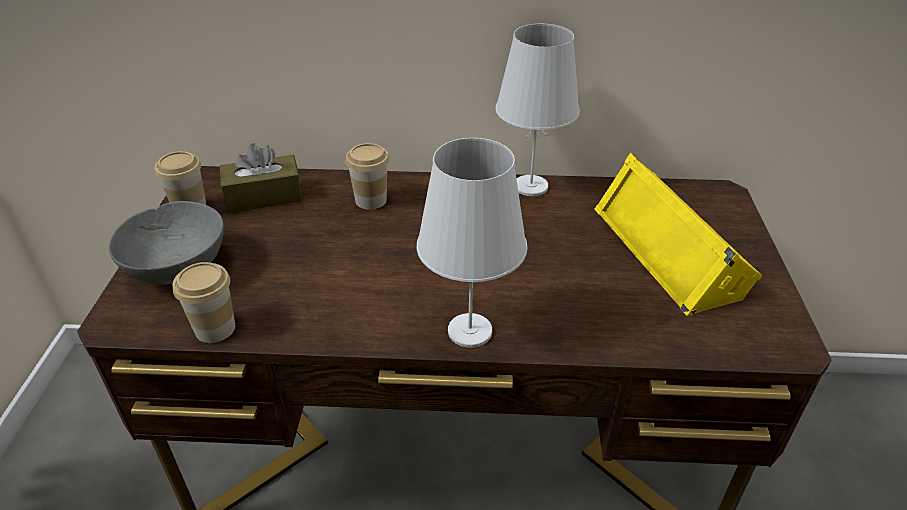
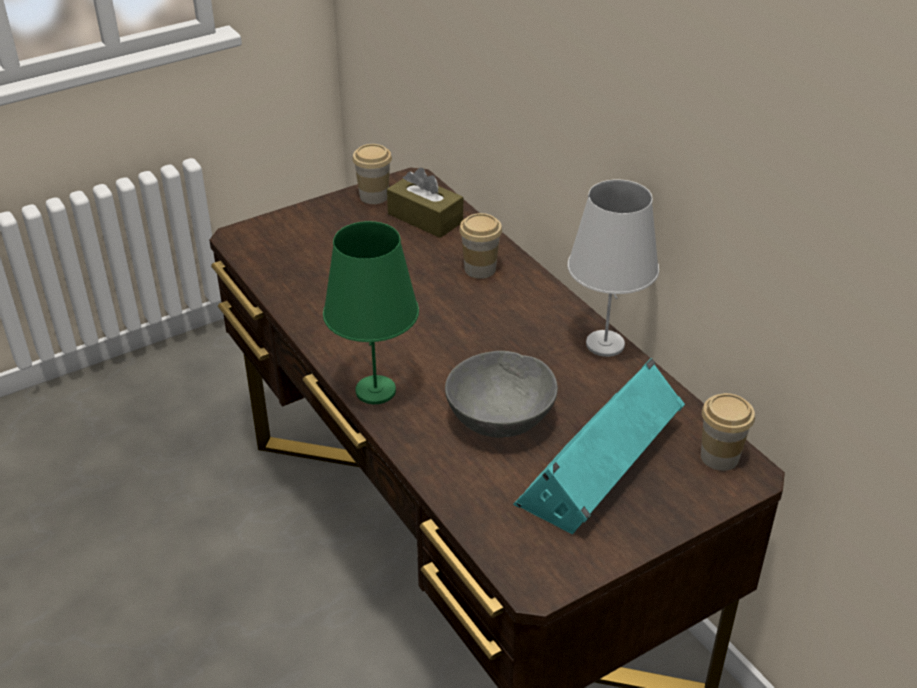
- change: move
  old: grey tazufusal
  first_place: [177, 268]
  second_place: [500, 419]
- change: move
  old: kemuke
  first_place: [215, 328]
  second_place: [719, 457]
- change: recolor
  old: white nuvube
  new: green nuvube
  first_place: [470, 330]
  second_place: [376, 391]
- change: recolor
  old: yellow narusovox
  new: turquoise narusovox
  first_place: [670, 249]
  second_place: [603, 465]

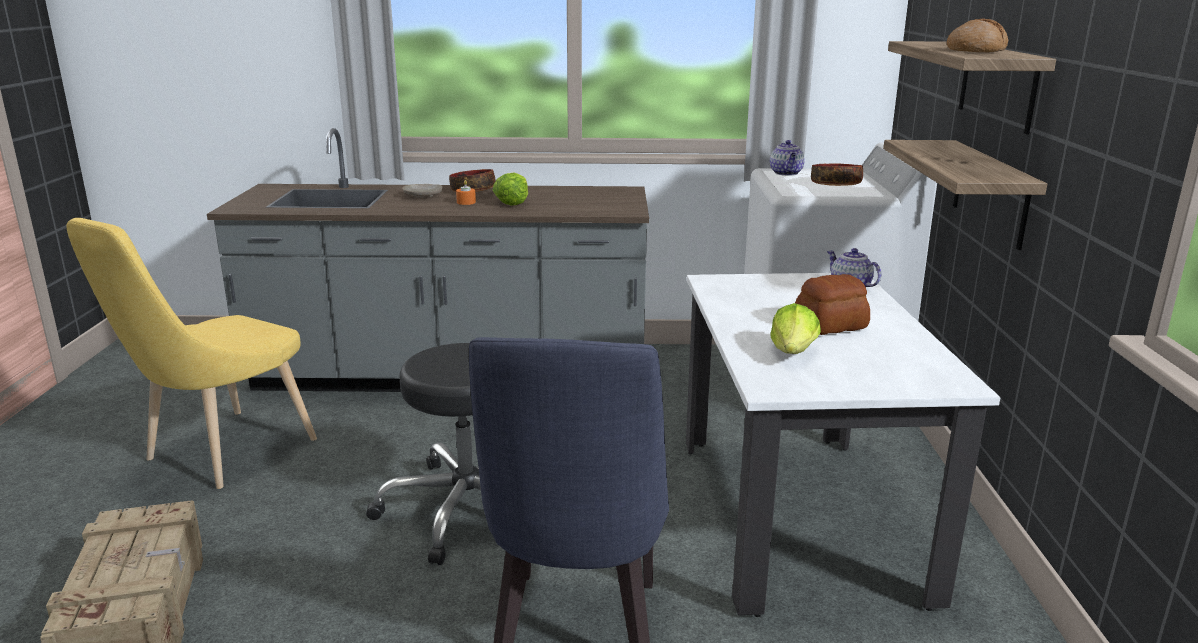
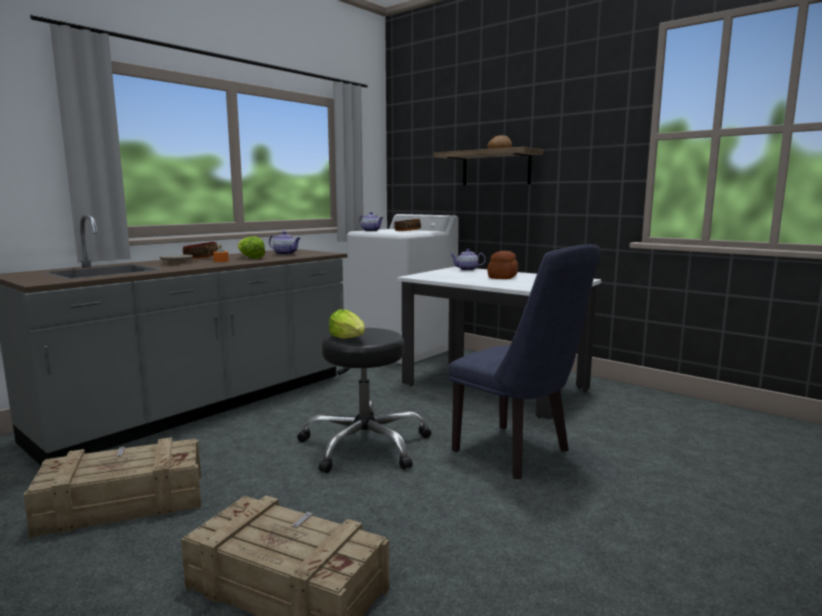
- change: delete
  old: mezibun
  first_place: [990, 193]
- change: insert
  new: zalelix
  second_place: [285, 254]
- change: move
  old: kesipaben
  first_place: [793, 352]
  second_place: [348, 338]
- change: replace
  old: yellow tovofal
  new: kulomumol
  first_place: [221, 454]
  second_place: [122, 503]

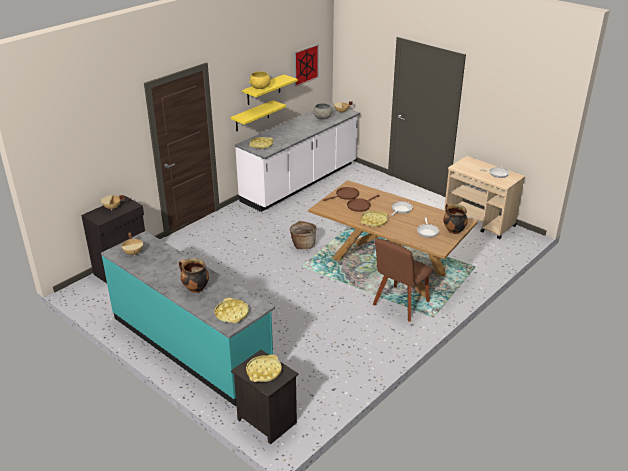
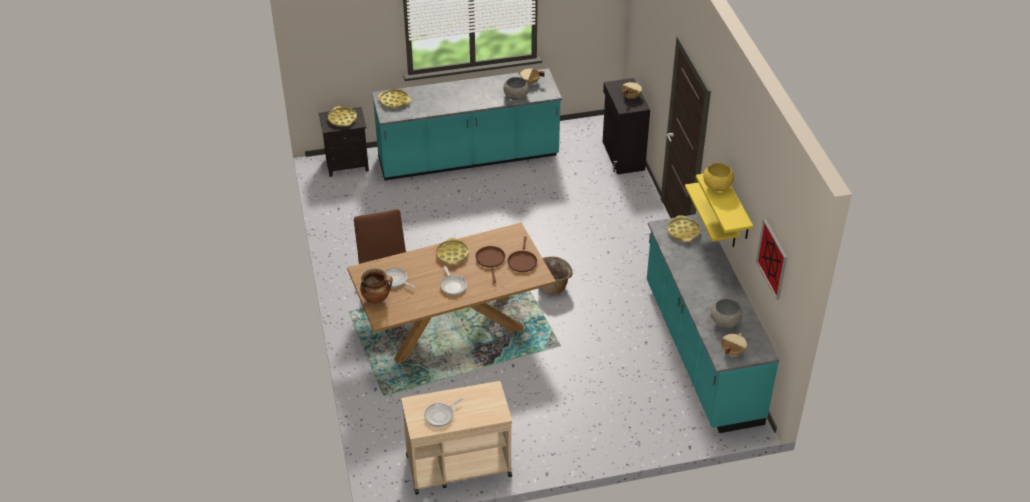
- change: delete
  old: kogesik
  first_place: [195, 288]
- change: insert
  new: grey tazufusal
  second_place: [516, 96]
- change: recolor
  old: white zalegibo
  new: turquoise zalegibo
  first_place: [300, 182]
  second_place: [700, 352]

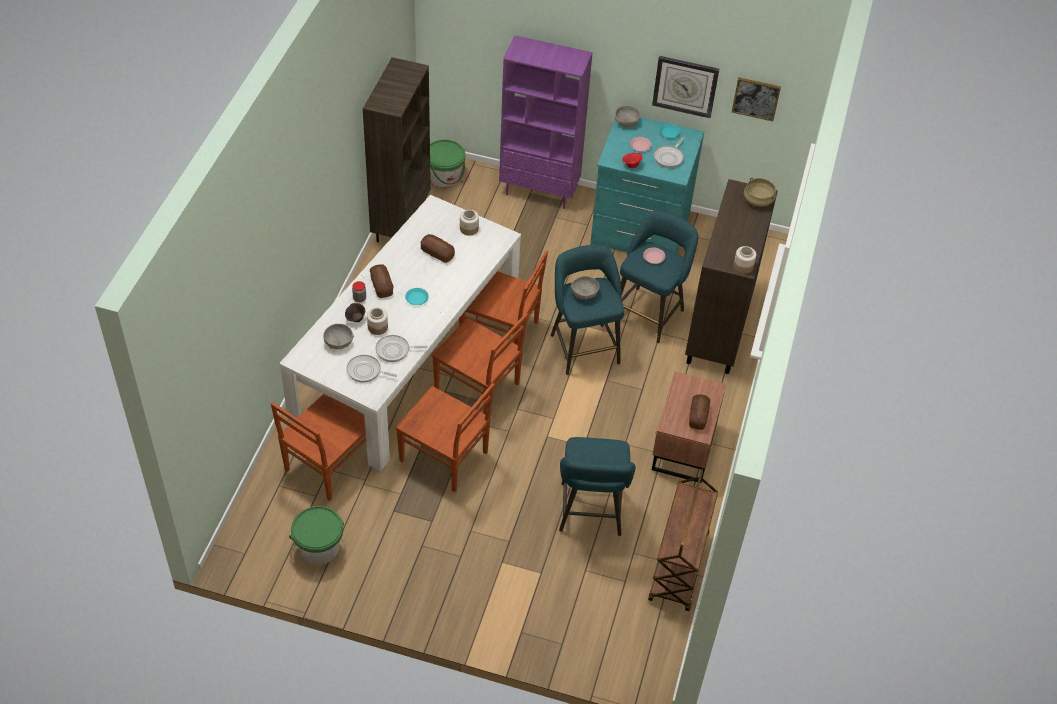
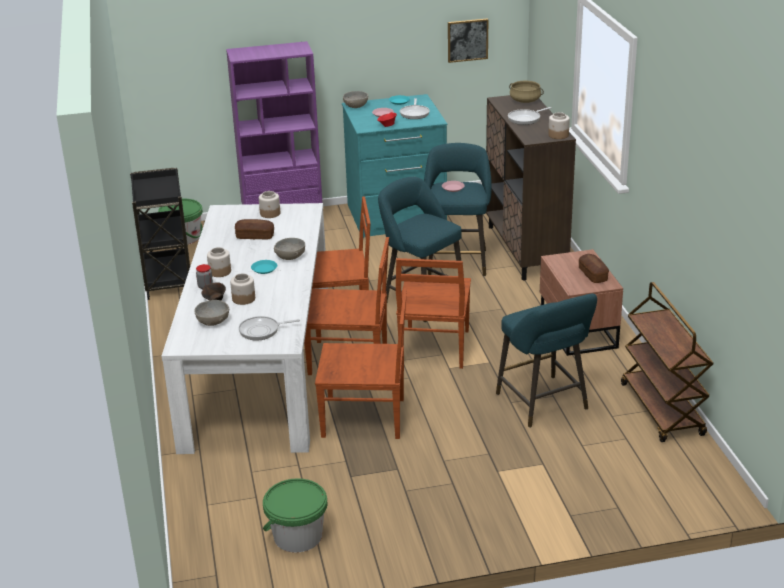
- change: delete
  old: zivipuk
  first_place: [685, 86]
- change: move
  old: brown tovofal
  first_place: [327, 465]
  second_place: [434, 349]
- change: move
  old: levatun
  first_place: [395, 350]
  second_place: [526, 119]
- change: move
  old: grey tazufusal
  first_place: [584, 293]
  second_place: [290, 256]
- change: replace
  old: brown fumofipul
  new: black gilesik
  first_place: [400, 223]
  second_place: [168, 278]
- change: replace
  old: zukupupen
  new: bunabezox
  first_place: [381, 286]
  second_place: [220, 272]

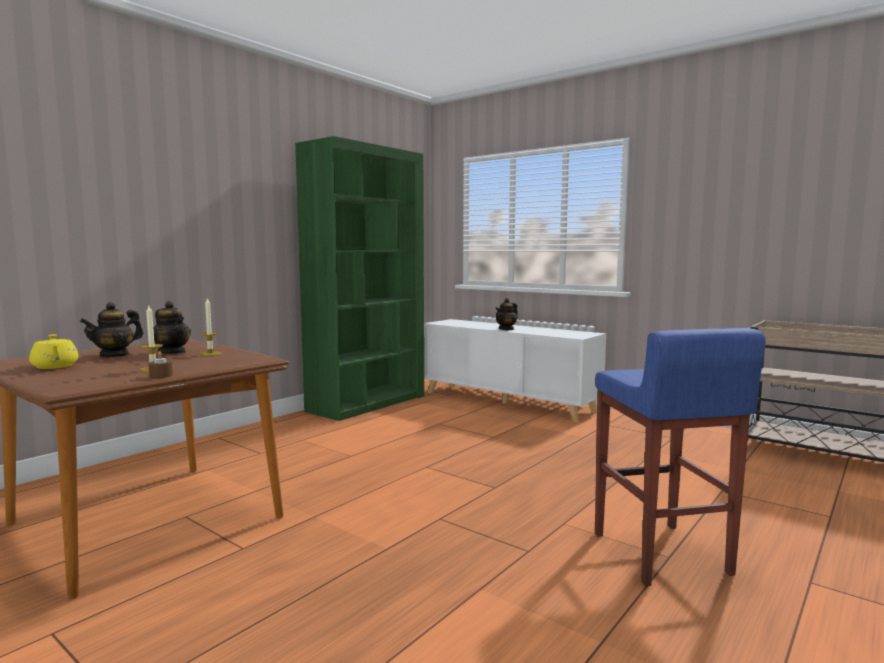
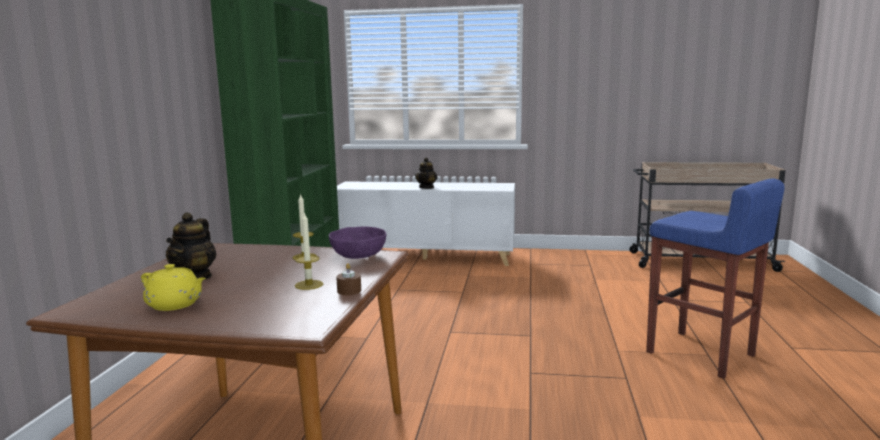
- change: delete
  old: zalelix
  first_place: [172, 352]
- change: insert
  new: purple tazufusal
  second_place: [358, 255]

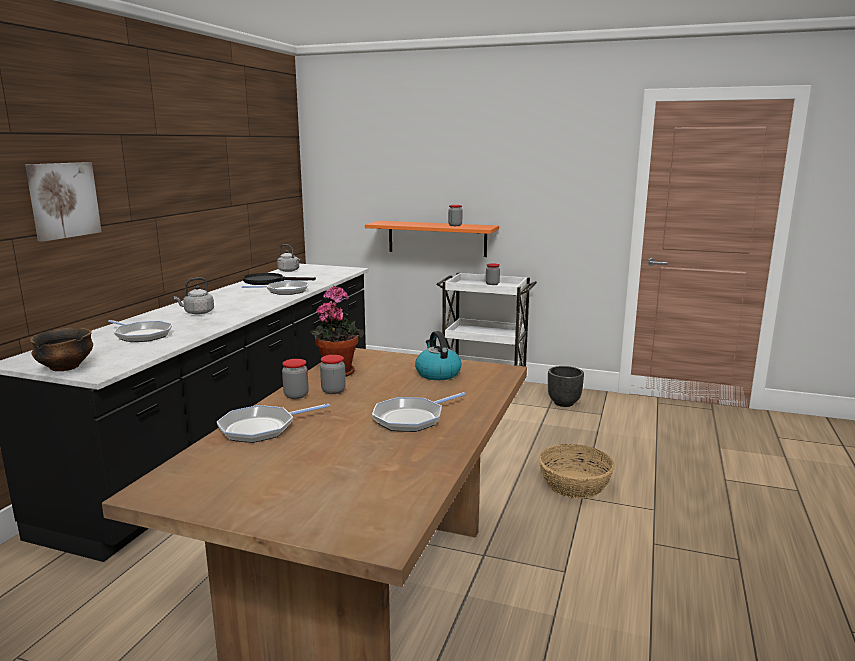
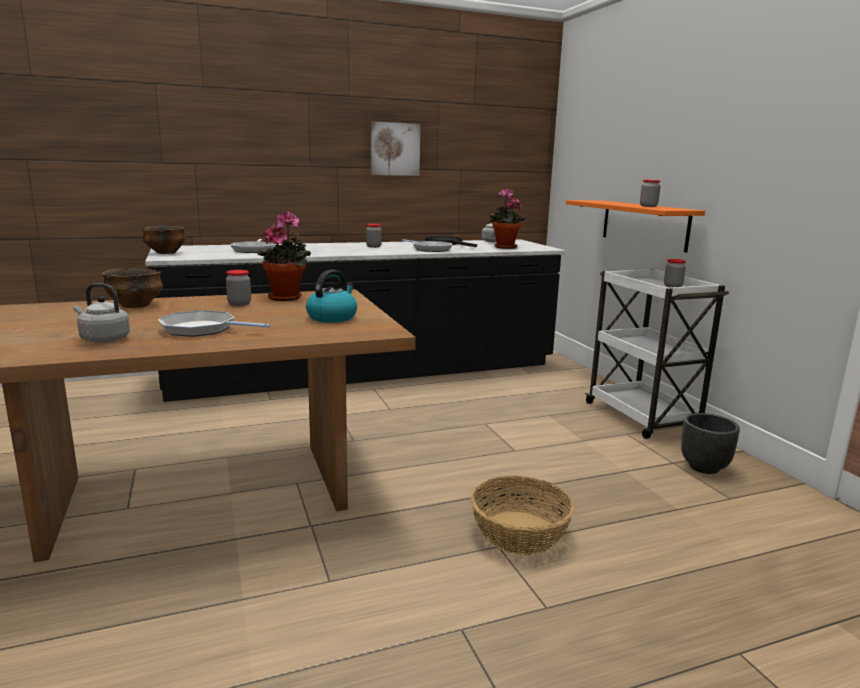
- change: insert
  new: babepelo
  second_place: [504, 247]
- change: move
  old: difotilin
  first_place: [63, 200]
  second_place: [394, 149]
- change: move
  old: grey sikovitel
  first_place: [197, 313]
  second_place: [103, 339]
- change: move
  old: bunabezox
  first_place: [296, 395]
  second_place: [373, 246]
- change: replace
  old: levatun
  new: tazufusal
  first_place: [261, 428]
  second_place: [135, 305]

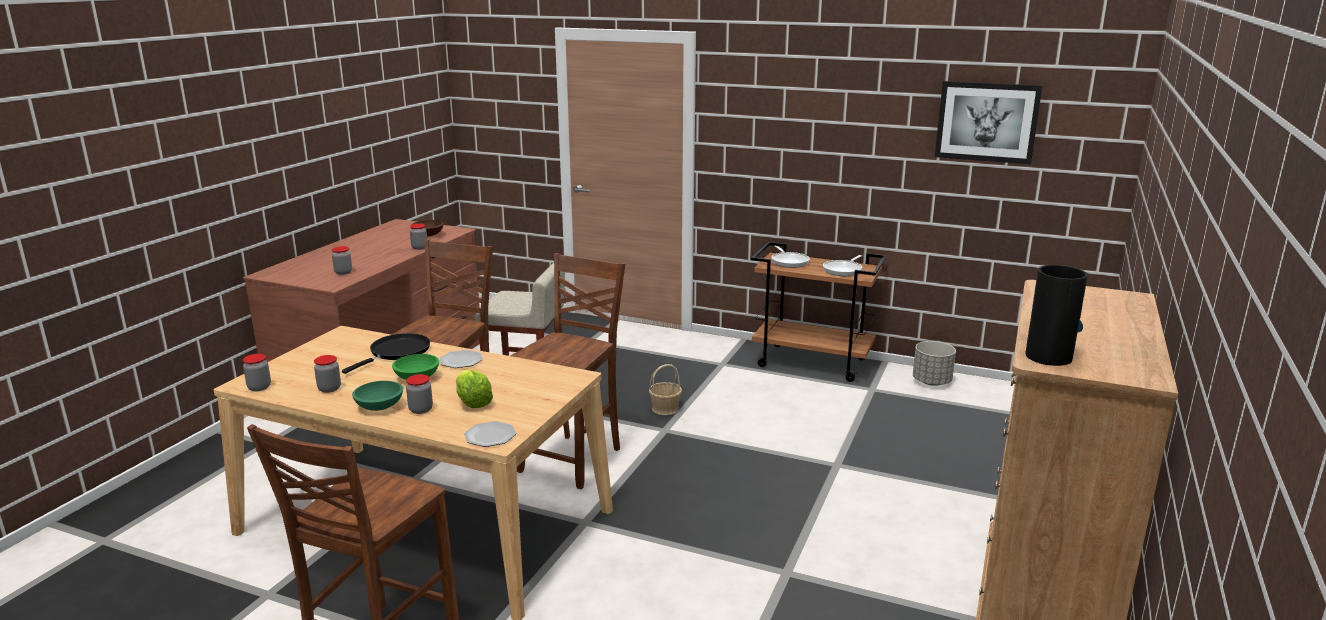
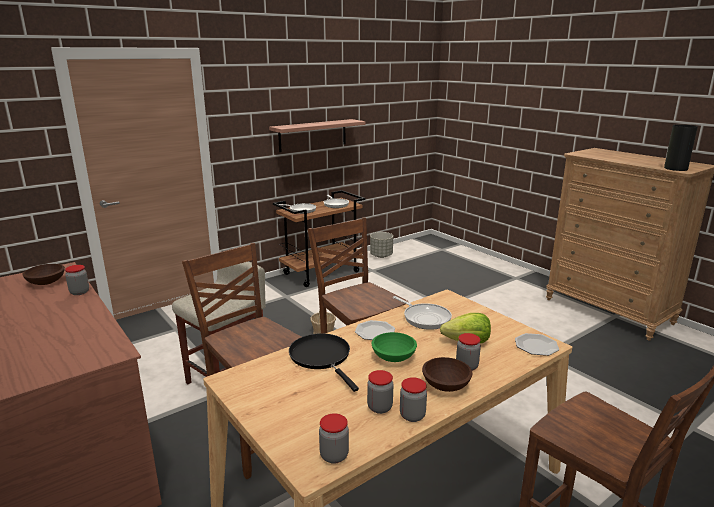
- change: delete
  old: difotilin
  first_place: [987, 122]
- change: insert
  new: mezibun
  second_place: [313, 135]
- change: insert
  new: levatun
  second_place: [425, 318]
- change: move
  old: bunabezox
  first_place: [343, 272]
  second_place: [412, 415]
- change: recolor
  old: green tazufusal
  new: brown tazufusal
  first_place: [379, 406]
  second_place: [445, 385]

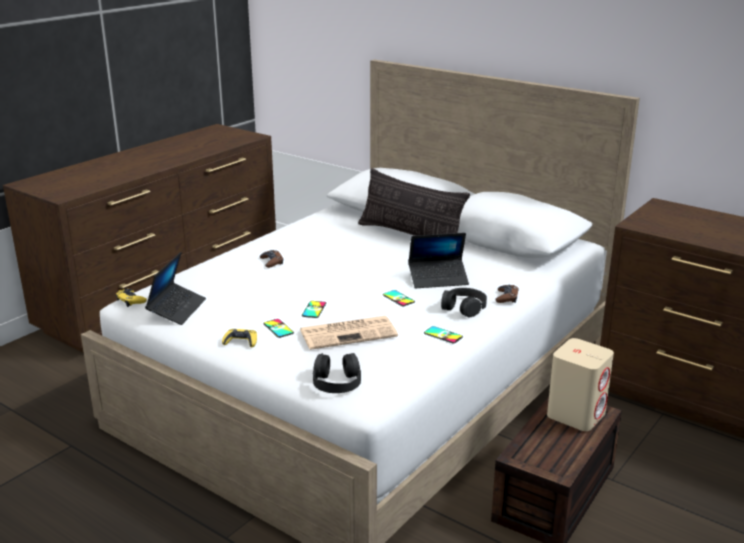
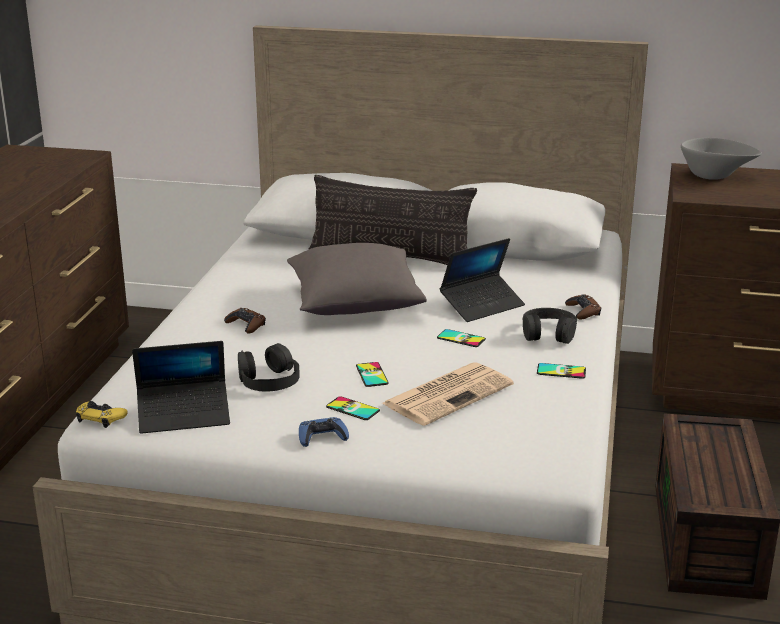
- change: delete
  old: beige narusovox
  first_place: [576, 414]
- change: insert
  new: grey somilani
  second_place: [354, 304]
- change: insert
  new: grey tazufusal
  second_place: [716, 177]
- change: move
  old: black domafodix
  first_place: [337, 381]
  second_place: [268, 380]
- change: recolor
  old: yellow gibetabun
  new: blue gibetabun
  first_place: [241, 341]
  second_place: [322, 437]
- change: rotate
  old: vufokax
  first_place: [177, 309]
  second_place: [184, 415]
  degrees: 90

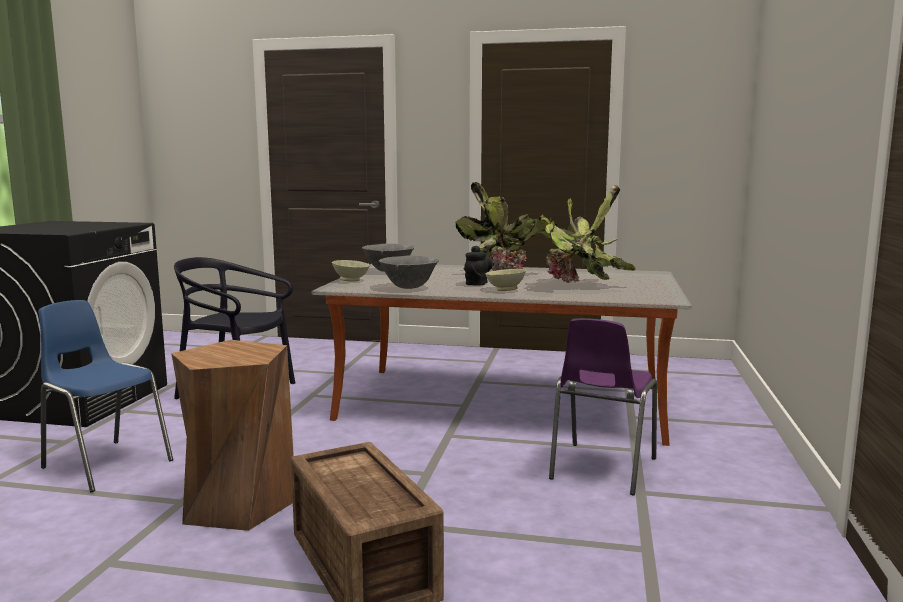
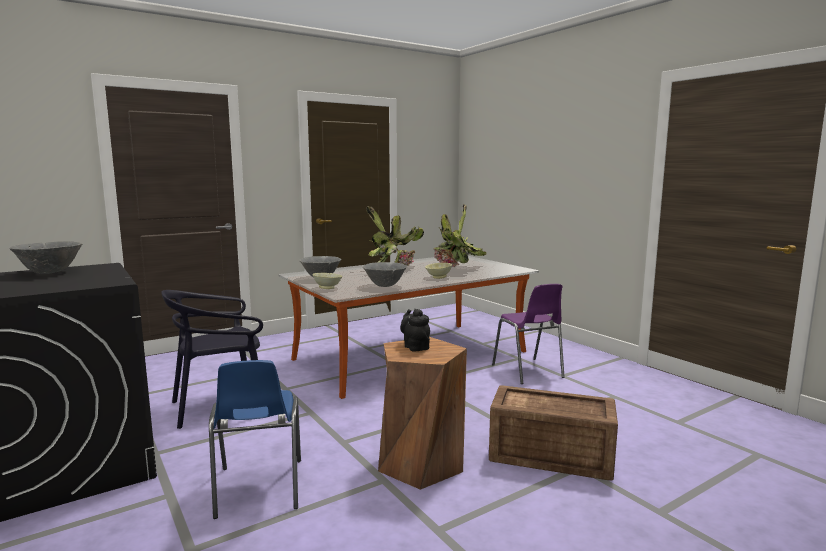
- change: insert
  new: grey tazufusal
  second_place: [49, 273]
- change: move
  old: black zalelix
  first_place: [477, 283]
  second_place: [415, 347]
- change: rotate
  old: blue tovofal
  first_place: [105, 464]
  second_place: [258, 489]
  degrees: -90

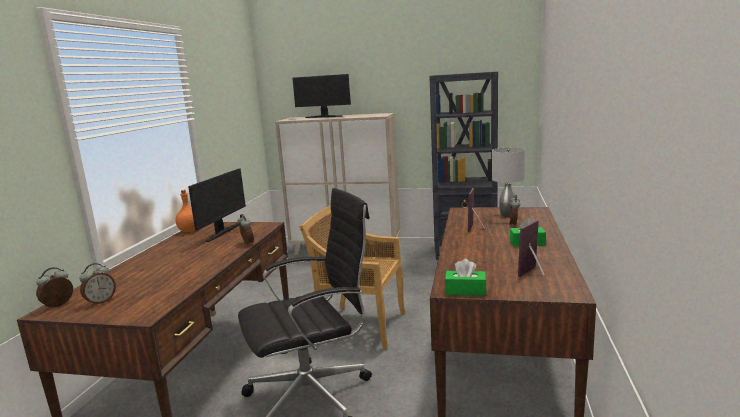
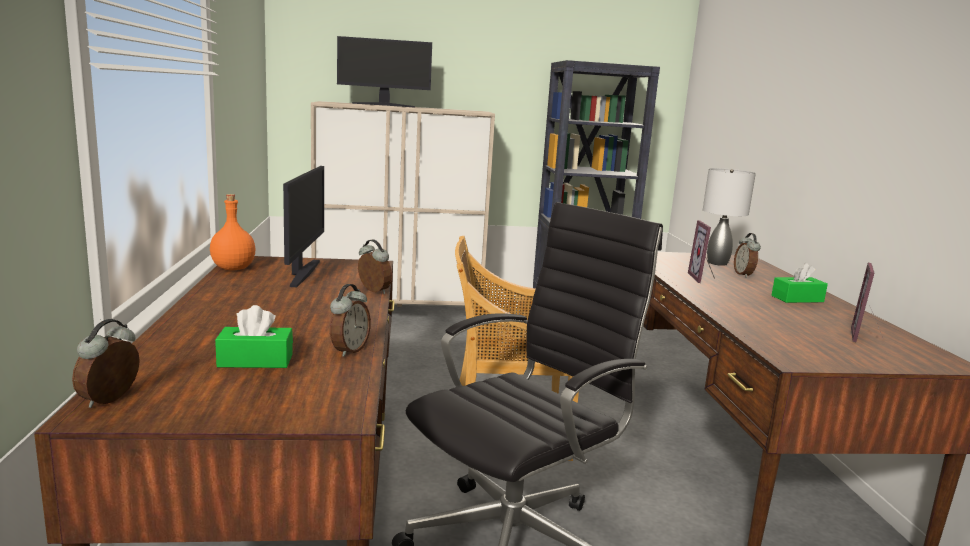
- change: move
  old: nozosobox
  first_place: [101, 301]
  second_place: [349, 350]
- change: move
  old: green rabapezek
  first_place: [465, 291]
  second_place: [255, 360]

